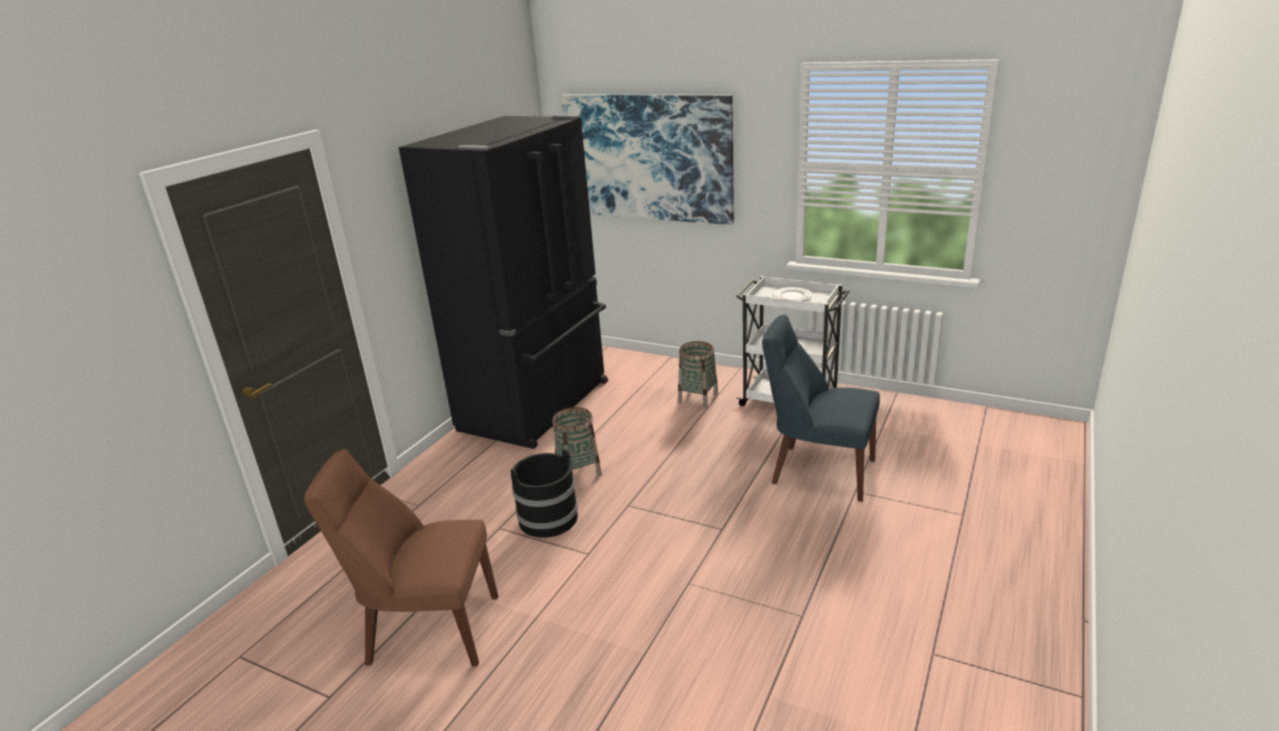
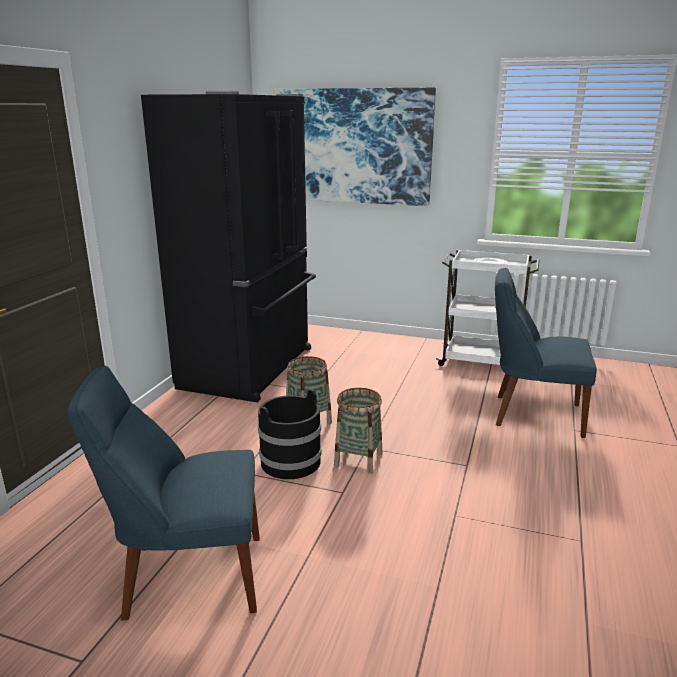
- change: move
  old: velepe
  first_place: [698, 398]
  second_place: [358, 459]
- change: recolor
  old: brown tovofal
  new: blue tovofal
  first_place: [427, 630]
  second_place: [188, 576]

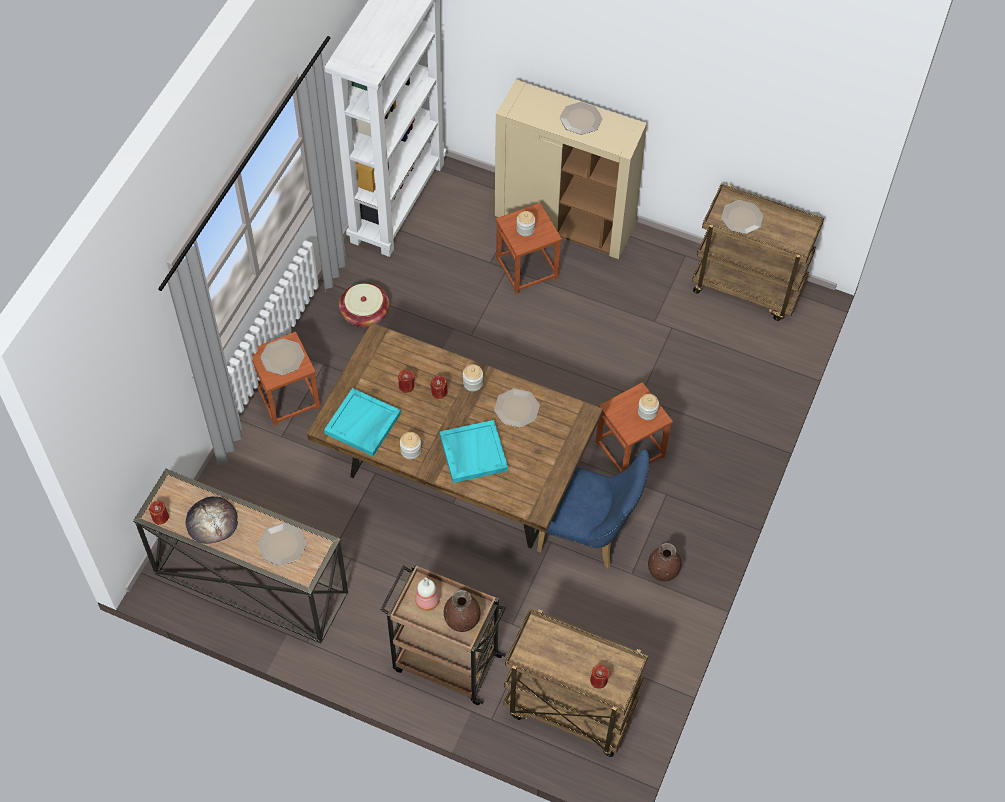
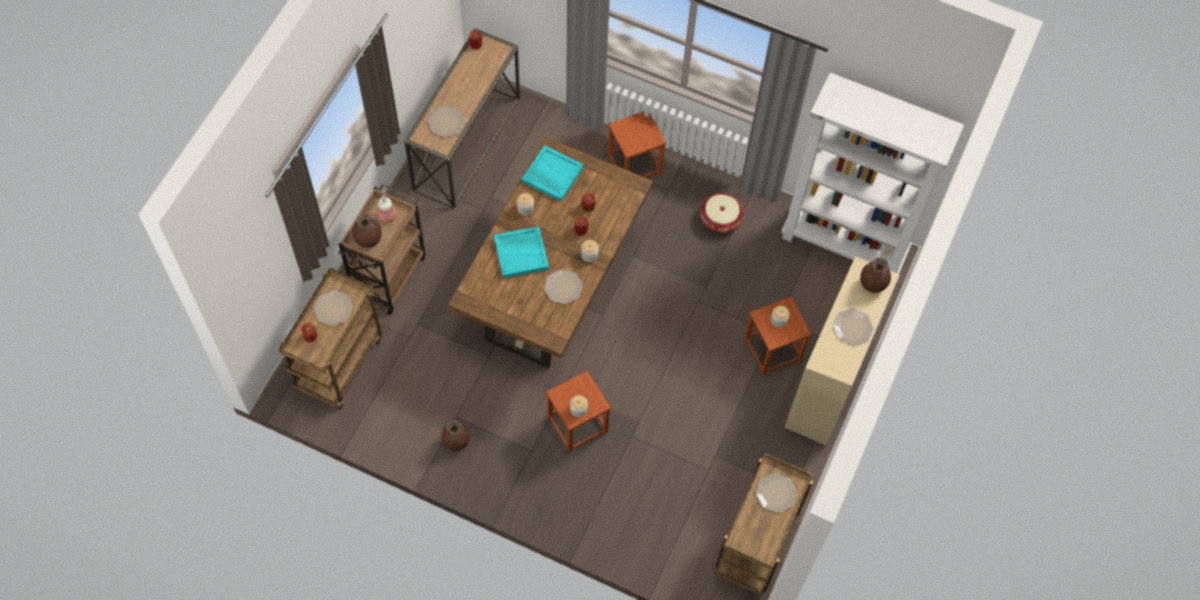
- change: delete
  old: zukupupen
  first_place: [212, 521]
- change: delete
  old: blue tovofal
  first_place: [589, 536]
- change: insert
  new: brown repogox
  second_place: [873, 284]
- change: move
  old: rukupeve
  first_place: [282, 358]
  second_place: [333, 308]

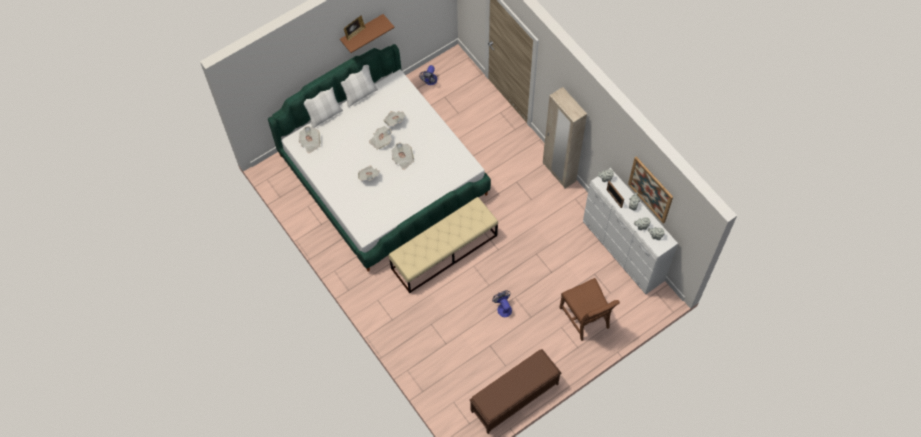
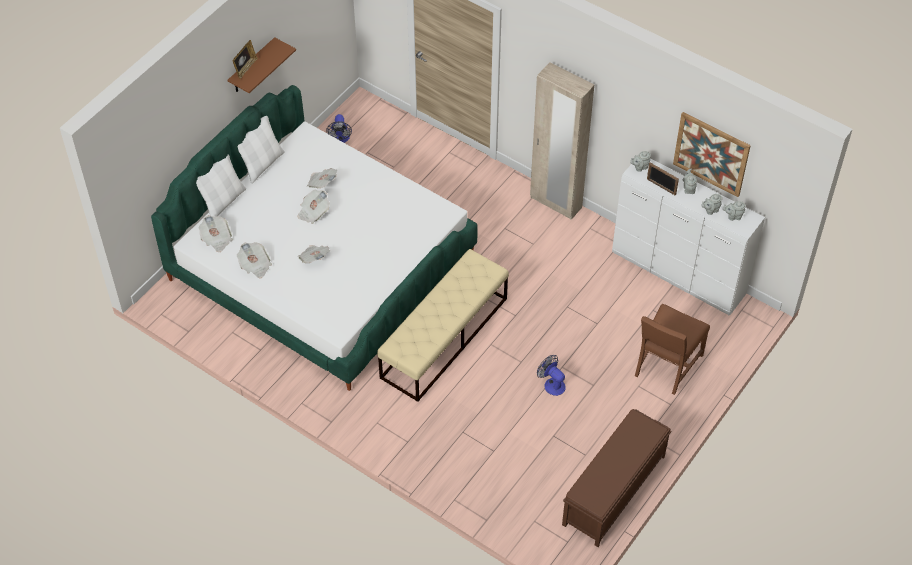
- change: move
  old: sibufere
  first_place: [403, 159]
  second_place: [255, 265]
- change: rotate
  old: brown tovofal
  first_place: [586, 318]
  second_place: [666, 366]
  degrees: 75

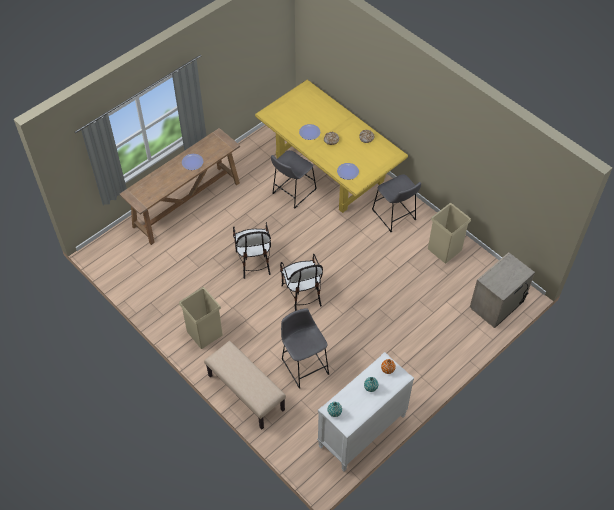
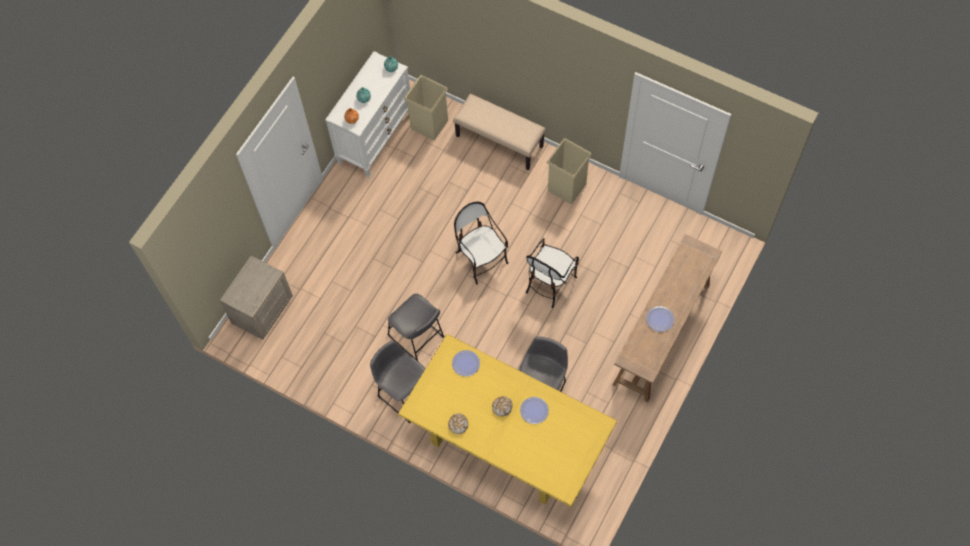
- change: move
  old: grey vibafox
  first_place: [304, 364]
  second_place: [417, 338]
- change: move
  old: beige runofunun
  first_place: [444, 249]
  second_place: [429, 124]
- change: rotate
  old: tovofal
  first_place: [254, 261]
  second_place: [550, 283]
  degrees: -120

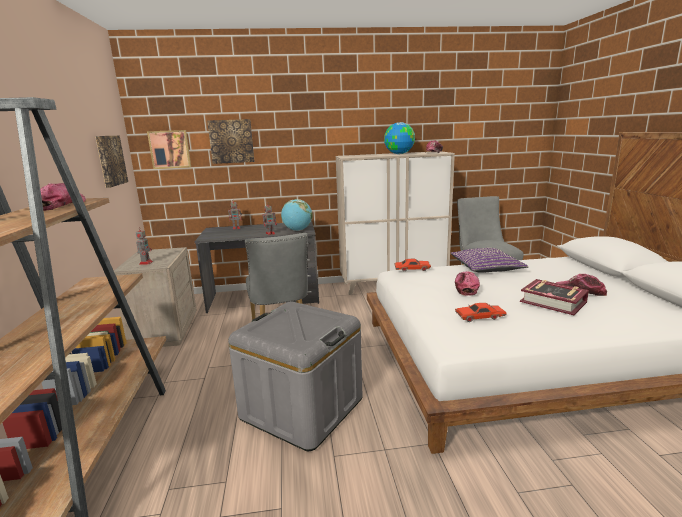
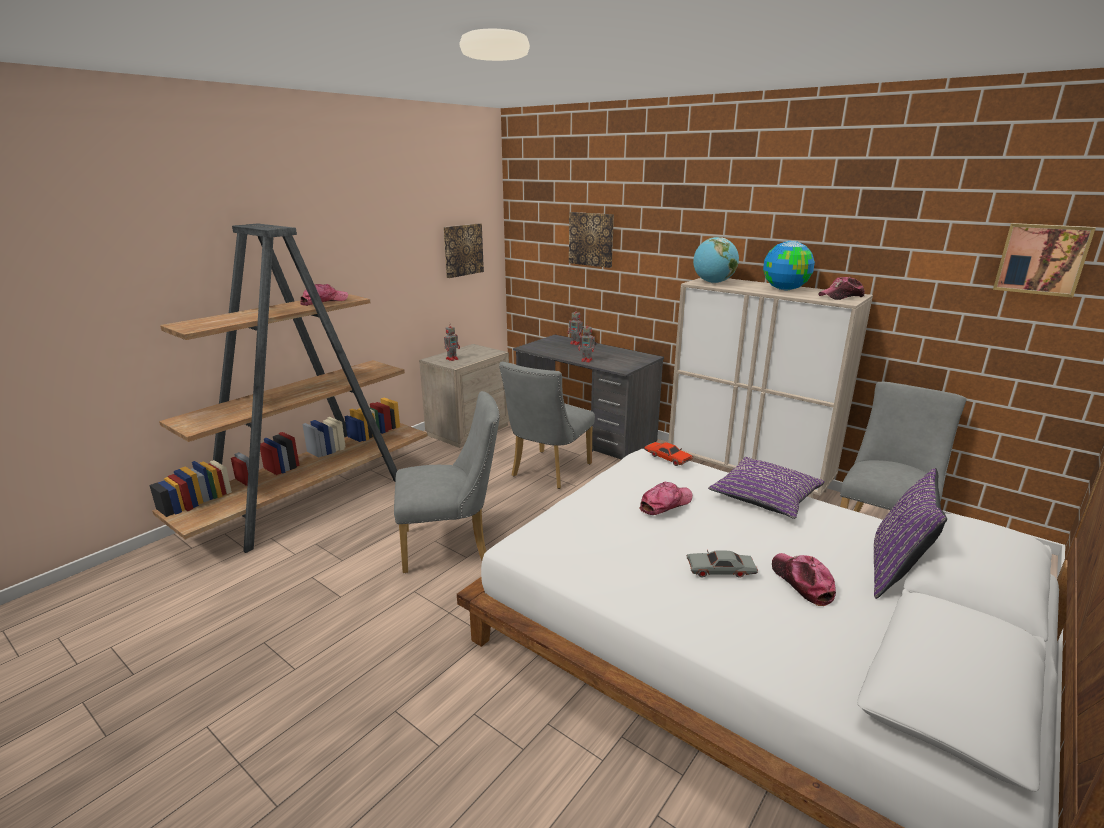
- change: delete
  old: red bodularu
  first_place: [480, 317]
- change: insert
  new: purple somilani
  second_place: [895, 572]
- change: move
  old: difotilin
  first_place: [170, 149]
  second_place: [1041, 259]
- change: move
  old: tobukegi
  first_place: [297, 230]
  second_place: [713, 283]
- change: replace
  old: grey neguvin
  new: grey tovofal
  first_place: [302, 408]
  second_place: [452, 545]
- change: replace
  old: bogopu
  new: grey bodularu
  first_place: [553, 302]
  second_place: [720, 570]

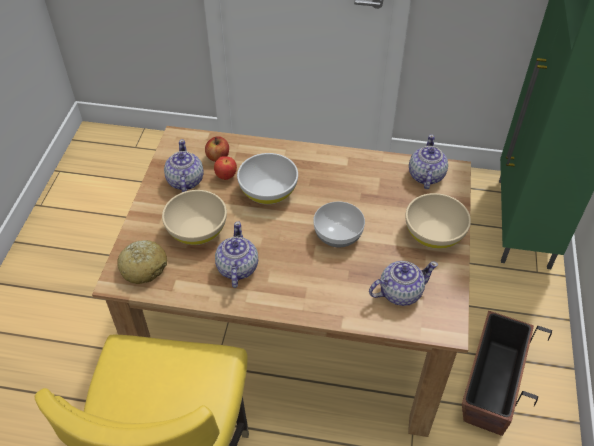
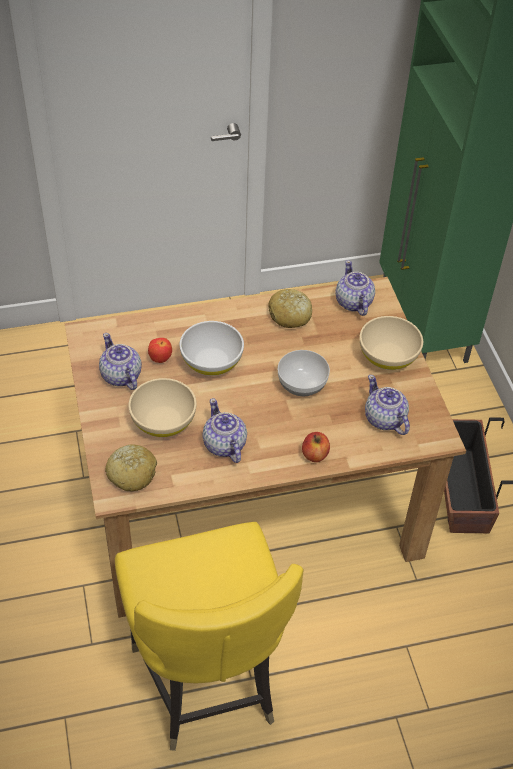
- change: insert
  new: zukupupen
  second_place: [290, 315]
- change: move
  old: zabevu
  first_place: [218, 157]
  second_place: [315, 455]
- change: rotate
  old: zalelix
  first_place: [399, 292]
  second_place: [384, 419]
  degrees: -75

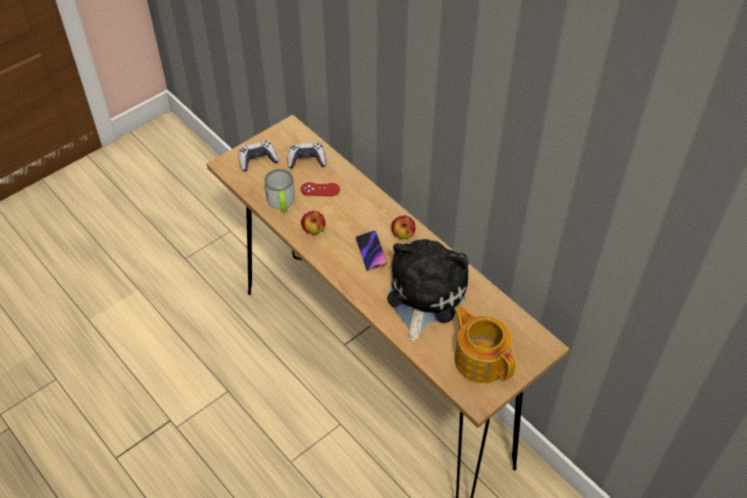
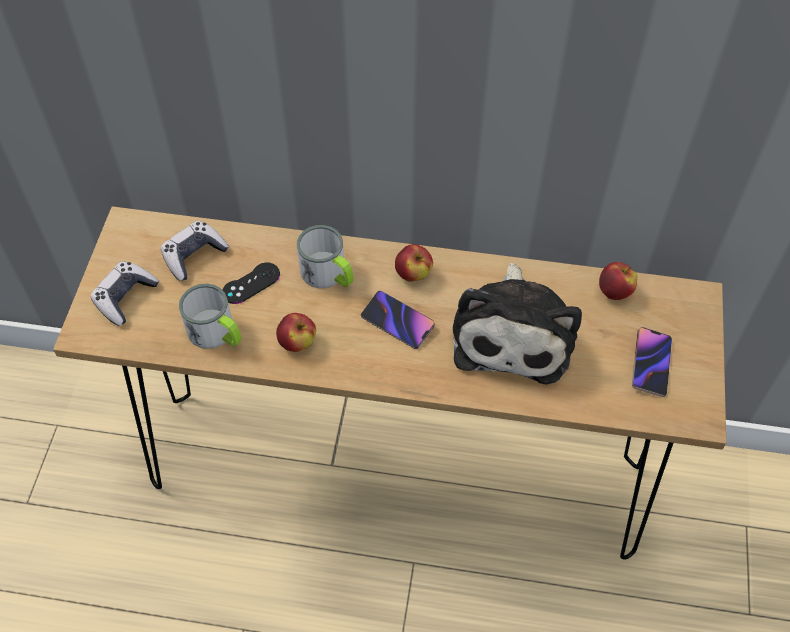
- change: insert
  new: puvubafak
  second_place: [328, 275]
- change: insert
  new: zabevu
  second_place: [614, 291]
- change: replace
  old: zalelix
  new: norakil
  first_place: [480, 359]
  second_place: [650, 364]
- change: recolor
  old: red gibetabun
  new: black gibetabun
  first_place: [320, 189]
  second_place: [251, 283]
- change: rotate
  old: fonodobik
  first_place: [424, 295]
  second_place: [513, 333]
  degrees: -150

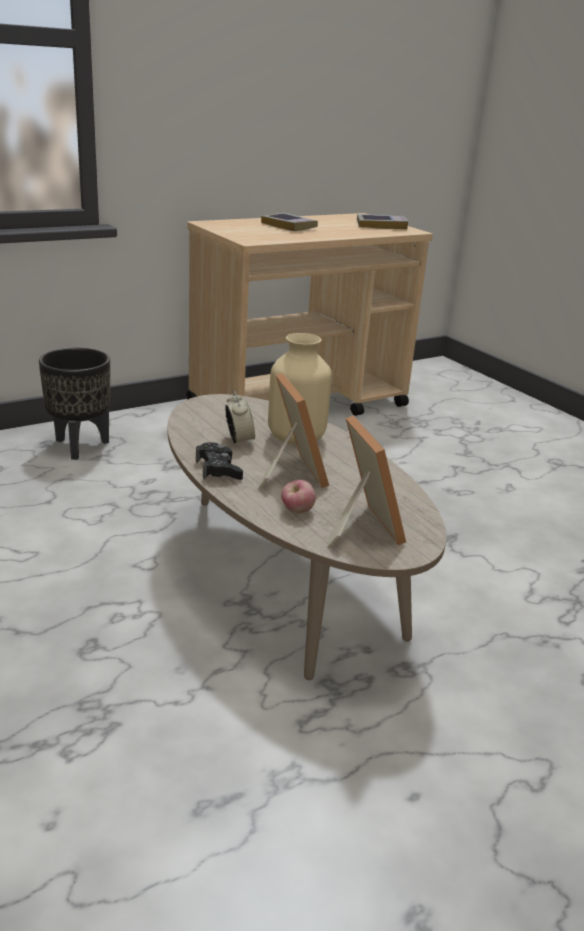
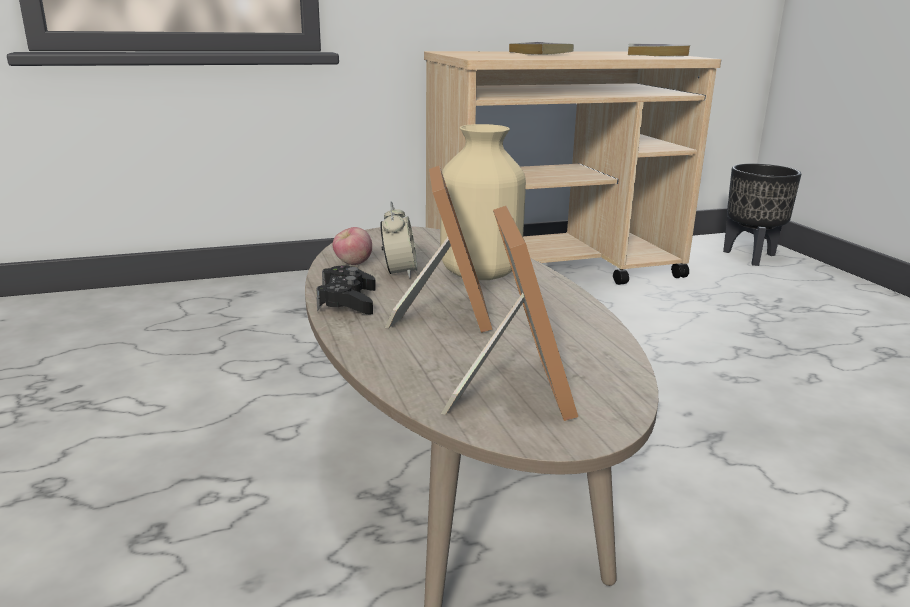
- change: move
  old: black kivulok
  first_place: [81, 446]
  second_place: [751, 257]
- change: move
  old: zabevu
  first_place: [297, 511]
  second_place: [353, 264]

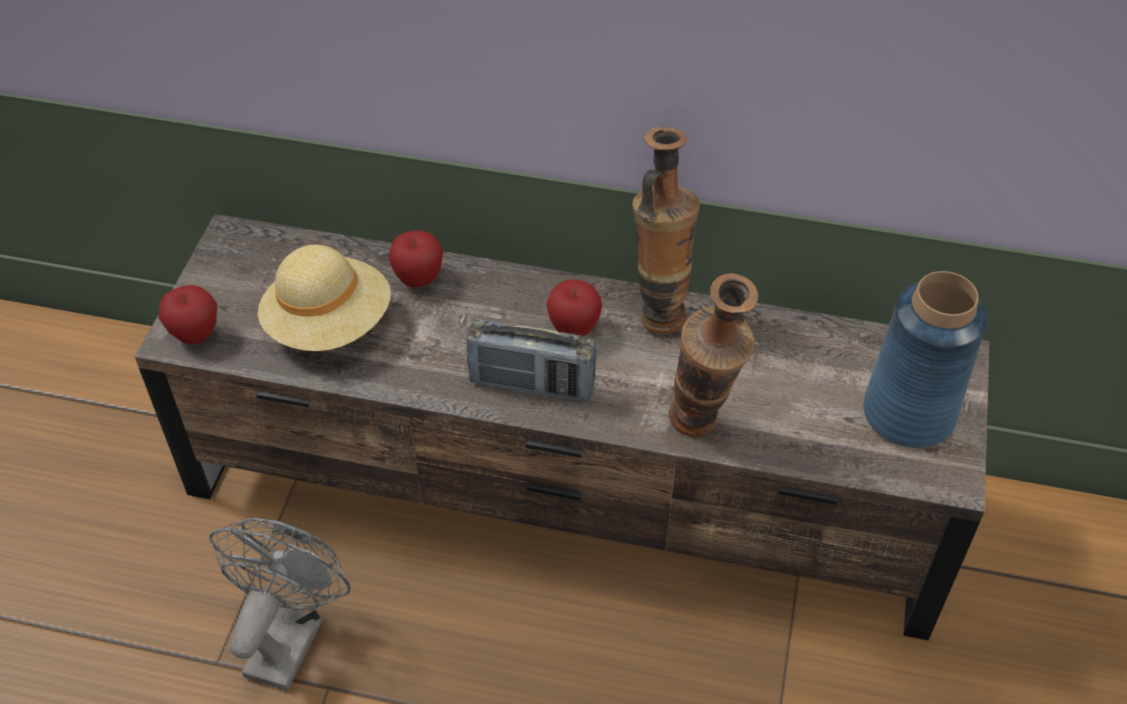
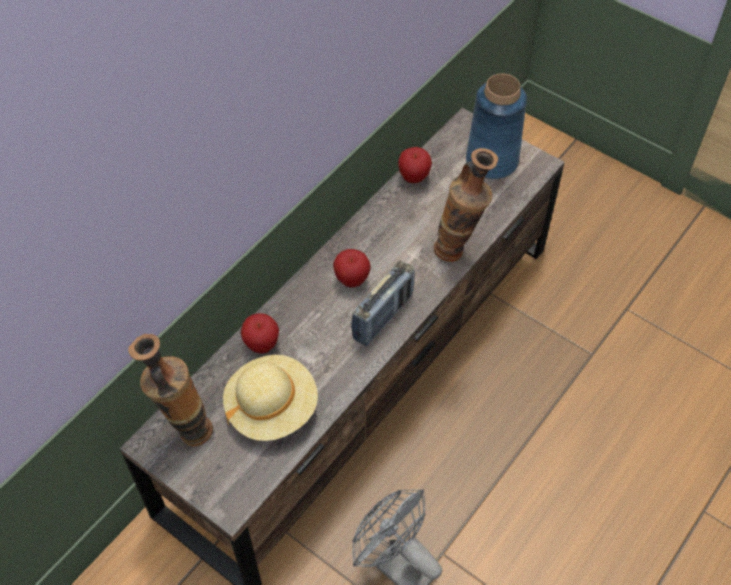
- change: move
  old: zabevu
  first_place: [195, 335]
  second_place: [413, 177]
- change: move
  old: repogox
  first_place: [659, 310]
  second_place: [185, 430]

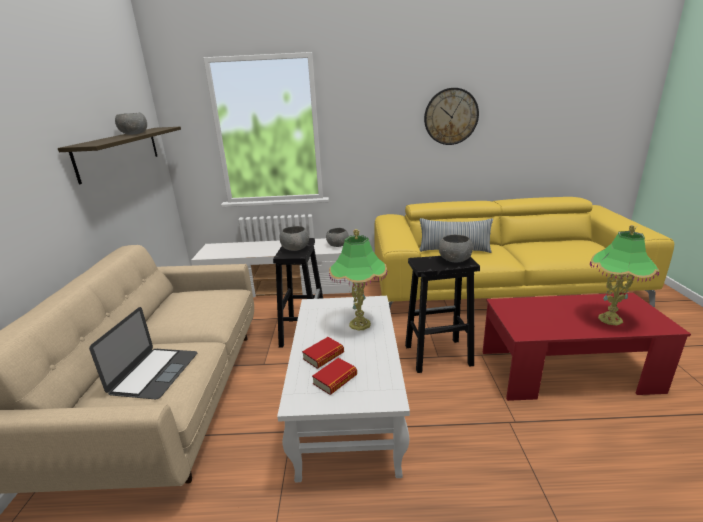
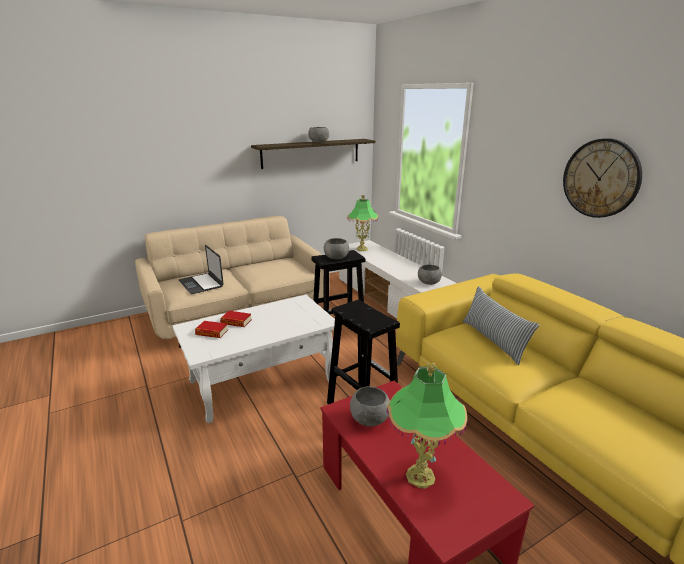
- change: move
  old: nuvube
  first_place: [359, 324]
  second_place: [362, 249]
- change: move
  old: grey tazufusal
  first_place: [455, 259]
  second_place: [369, 419]
- change: rotate
  old: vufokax
  first_place: [154, 372]
  second_place: [201, 283]
  degrees: 75

